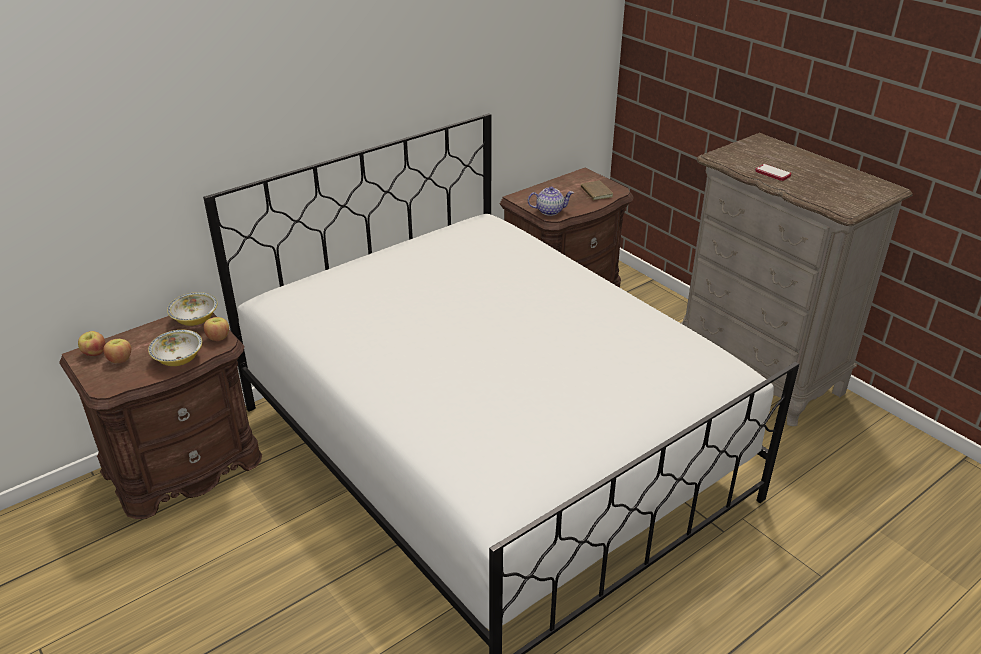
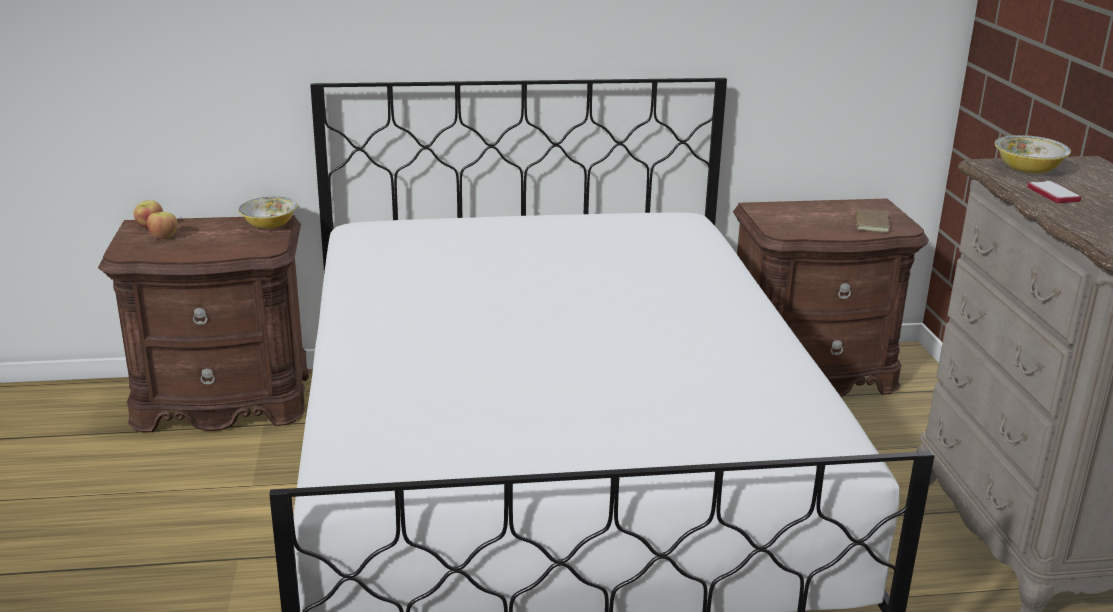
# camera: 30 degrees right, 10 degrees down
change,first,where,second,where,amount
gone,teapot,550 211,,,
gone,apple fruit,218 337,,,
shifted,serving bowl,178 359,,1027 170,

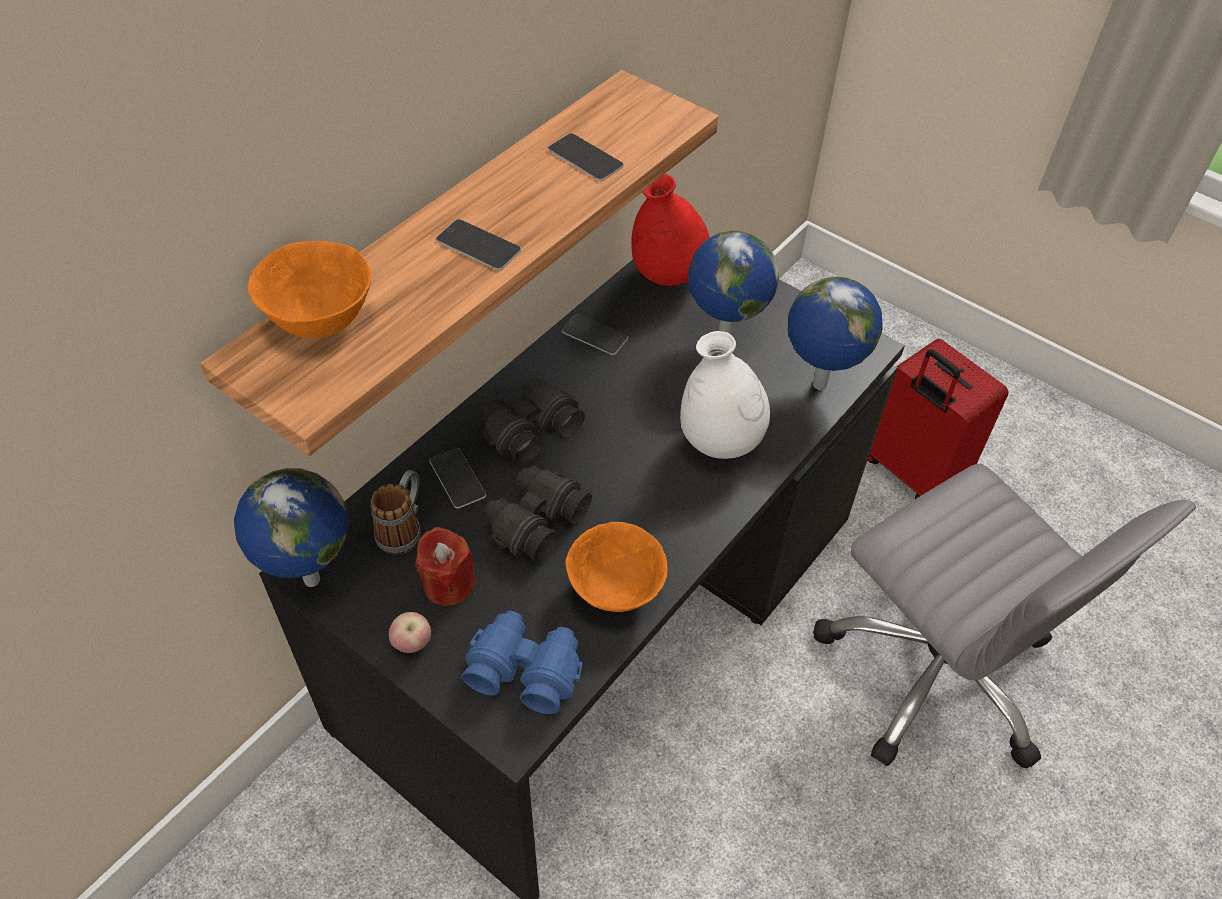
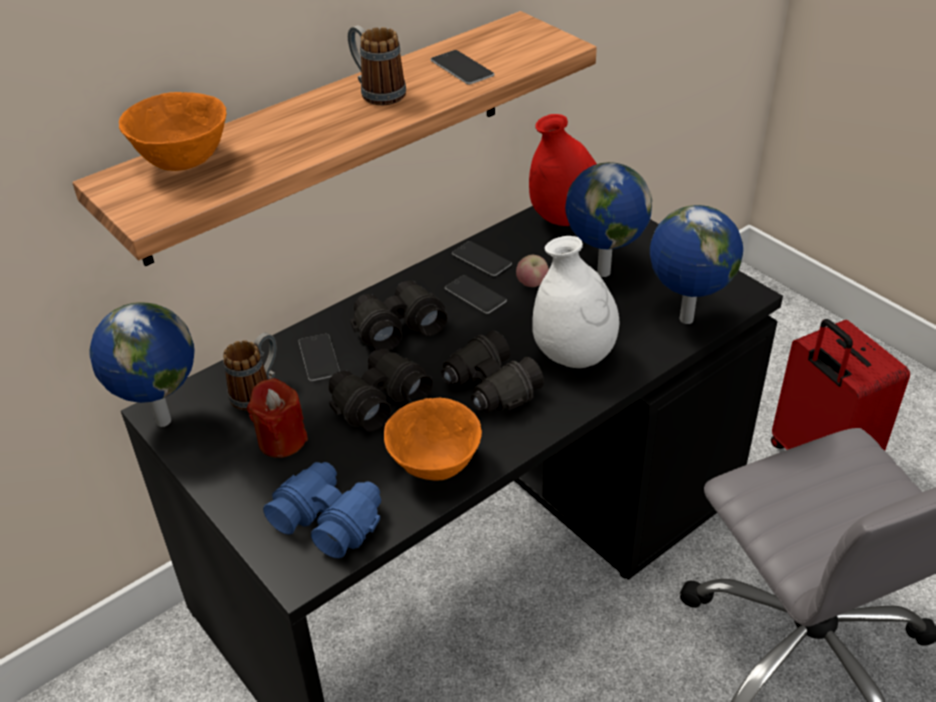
# camera: 15 degrees right, 10 degrees down
change,first,where,second,where,amount
shifted,telephone,478 245,,475 294,
shifted,apple fruit,412 643,,532 284,
new,,,coffee mug,376 92,
new,,,black binoculars,489 388,

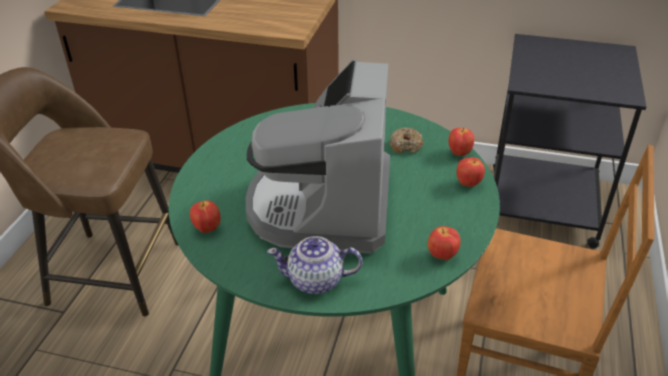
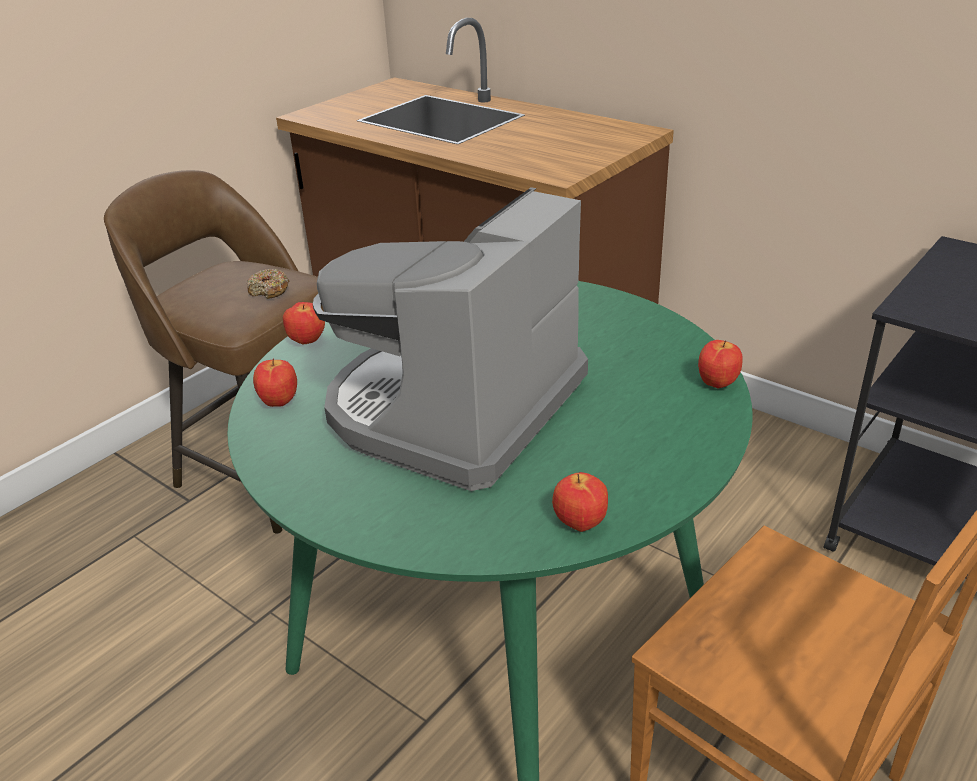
# camera: 25 degrees right, 5 degrees down
change,first,where,second,where,amount
shifted,ring doughnut,406 145,,269 290,
shifted,apple fruit,468 183,,307 341,
gone,teapot,316 281,,,

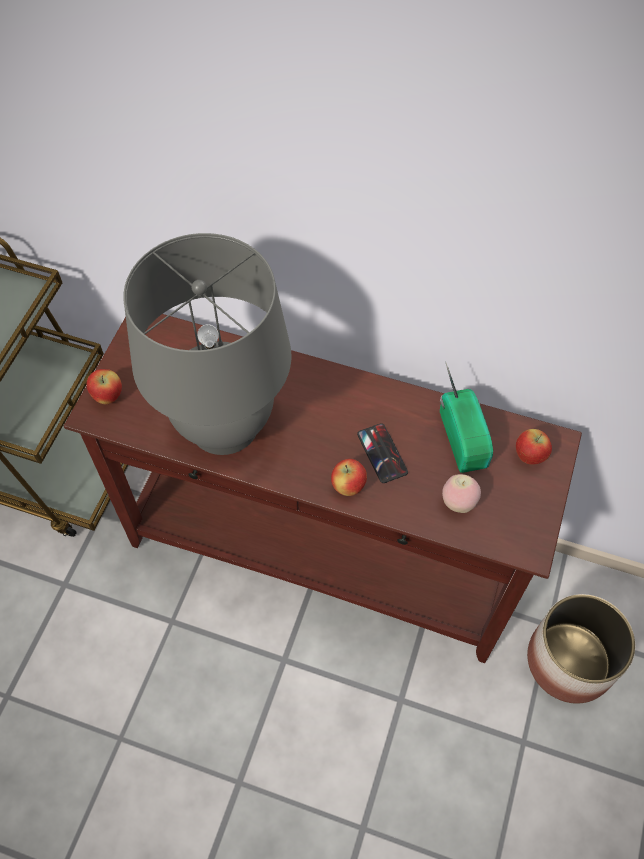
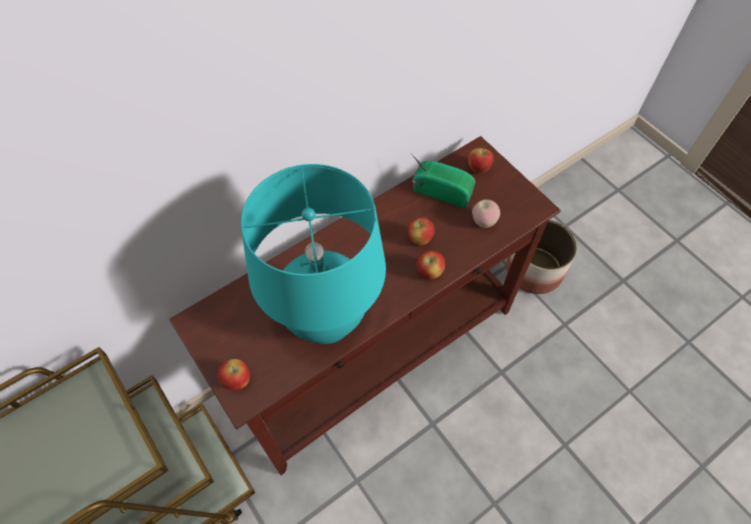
# camera: 55 degrees left, 0 degrees up
change,first,where,second,where,amount
repainted,gray lamp for a table,224 424,turquoise-coloured lamp for a table,325 317,
swapped,telephone,382 453,apple fruit,420 239,

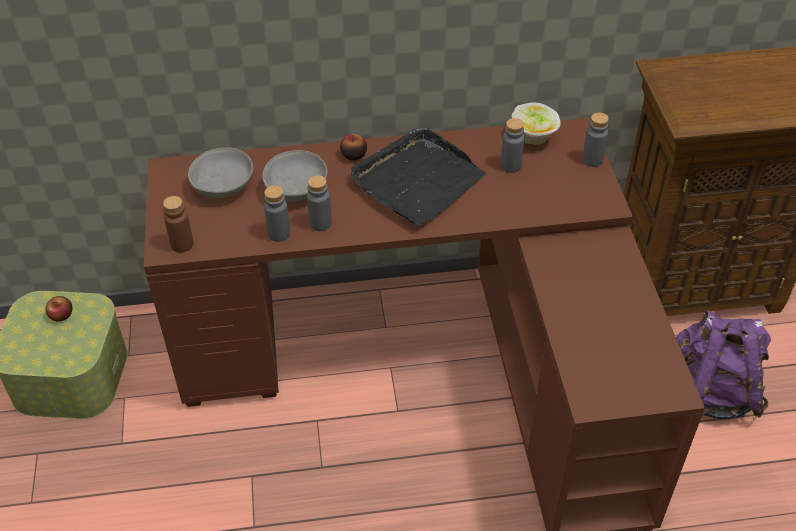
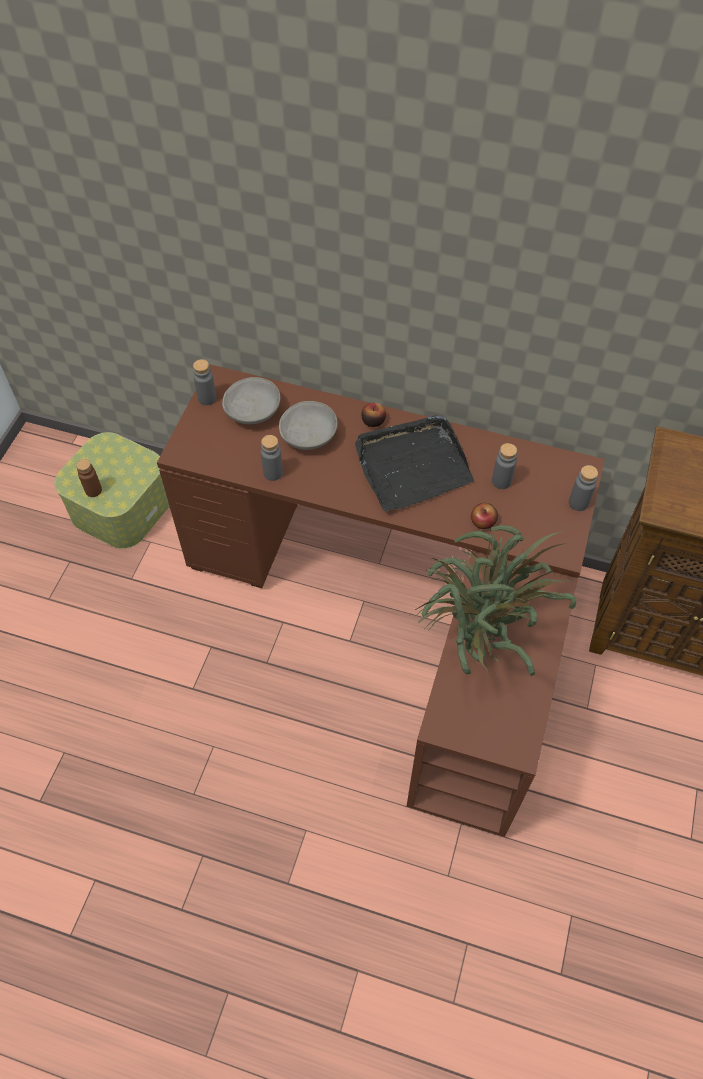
# camera: 25 degrees right, 10 degrees up
change,first,where,second,where,amount
gone,serving bowl,533 139,,,
shifted,gray beverage bottle,320 223,,207 398,
shifted,brown-coloured beverage bottle,182 244,,93 490,
shifted,apple fruit,61 315,,483 522,
gone,purplish rucksack,710 392,,,
new,,,plant in a pot,477 643,

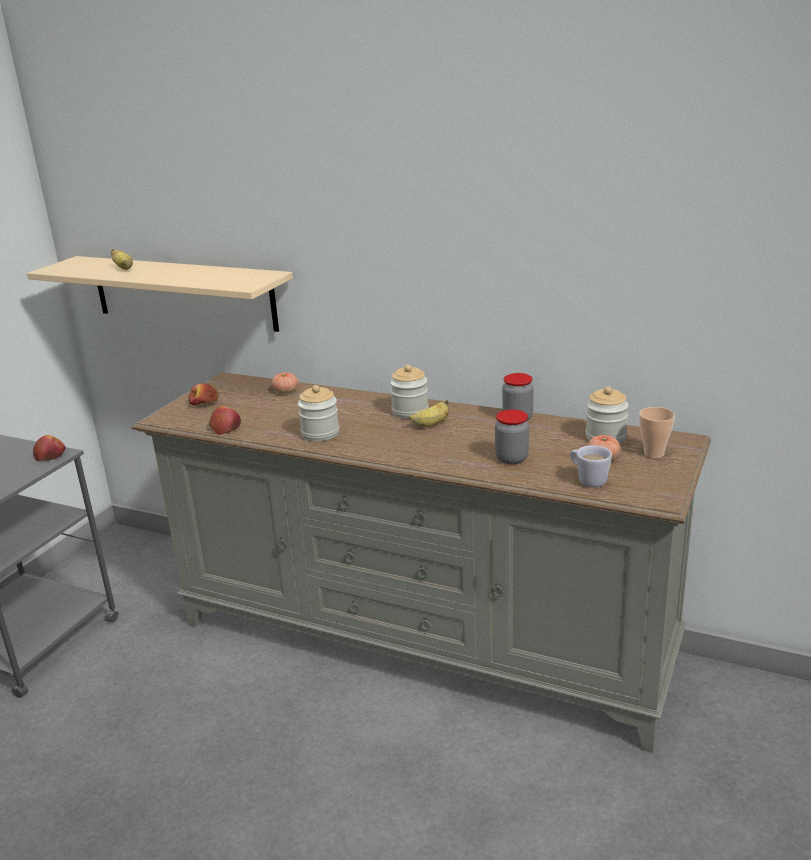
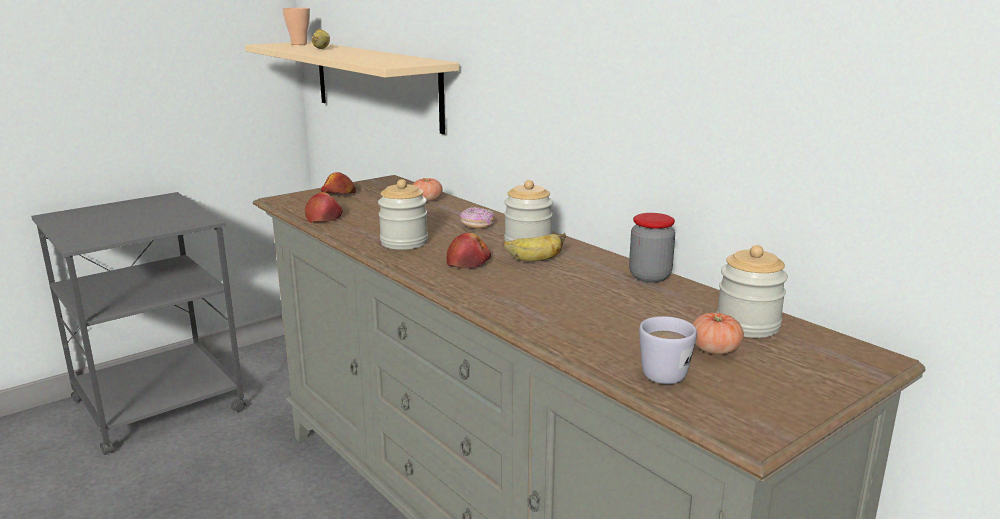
# camera: 25 degrees right, 5 degrees down
change,first,where,second,where,amount
shifted,cup,654 453,,299 44,
gone,preserve jar,511 458,,,
shifted,apple fruit,50 455,,469 263,
new,,,ring doughnut,477 226,

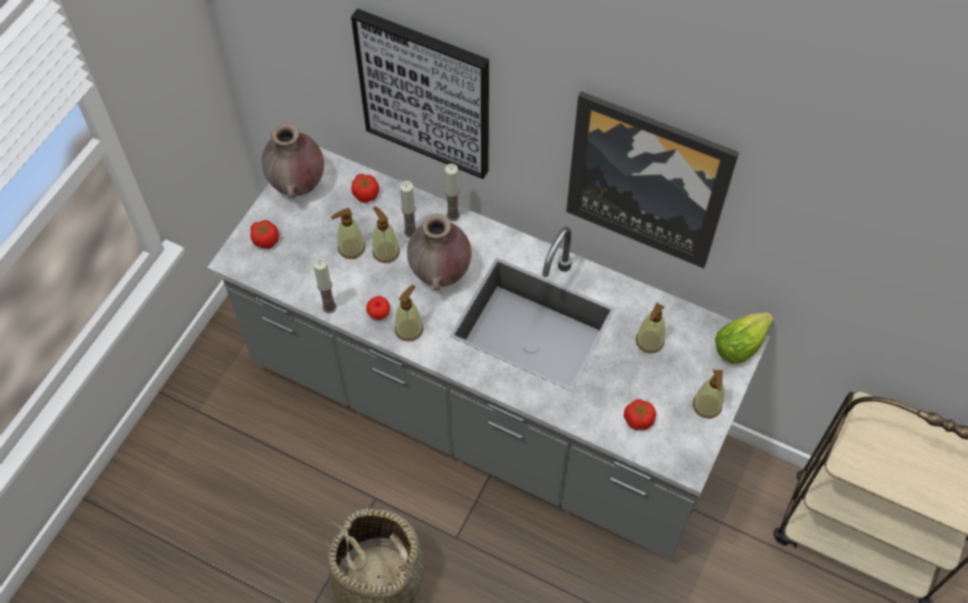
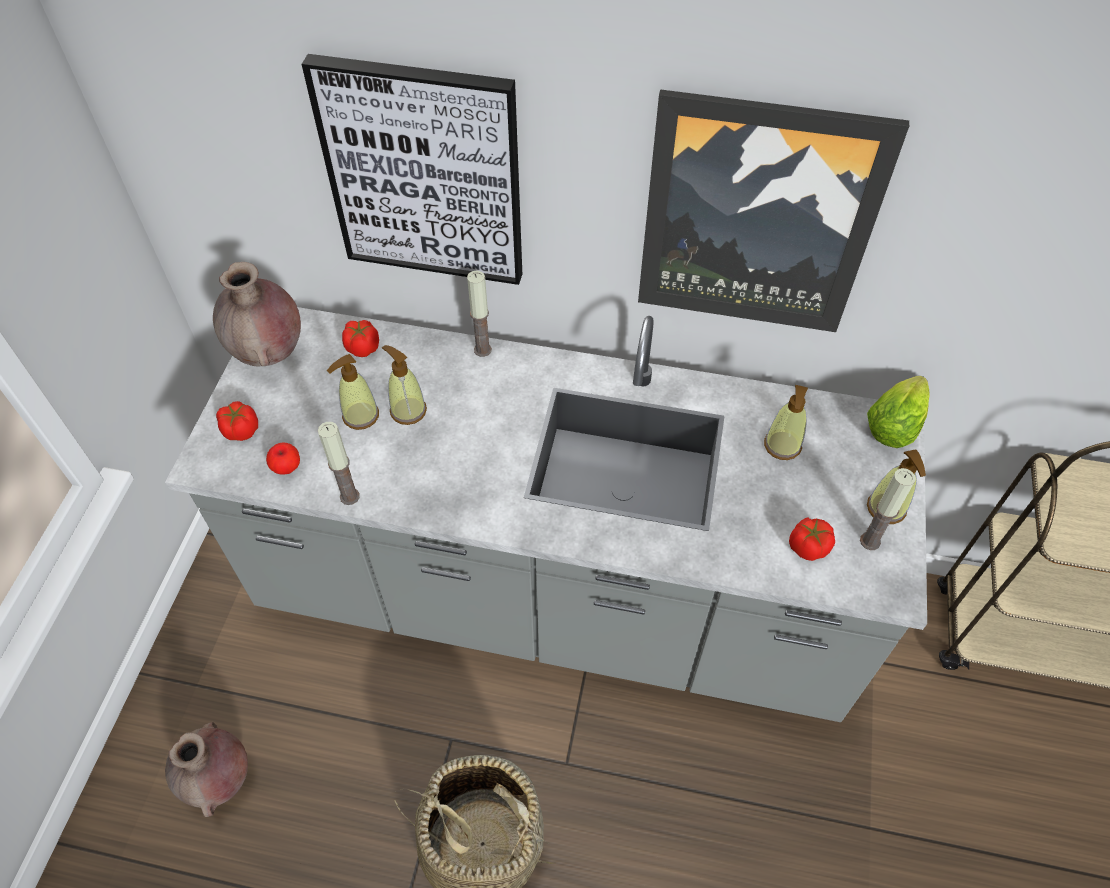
# camera: 15 degrees left, 5 degrees down
change,first,where,second,where,amount
shifted,wax light,410 232,,870 541,
shifted,brown-coloured decorative vase,440 273,,220 780,
gone,liquid soap bottle,409 329,,,
shifted,apple fruit,379 313,,287 467,

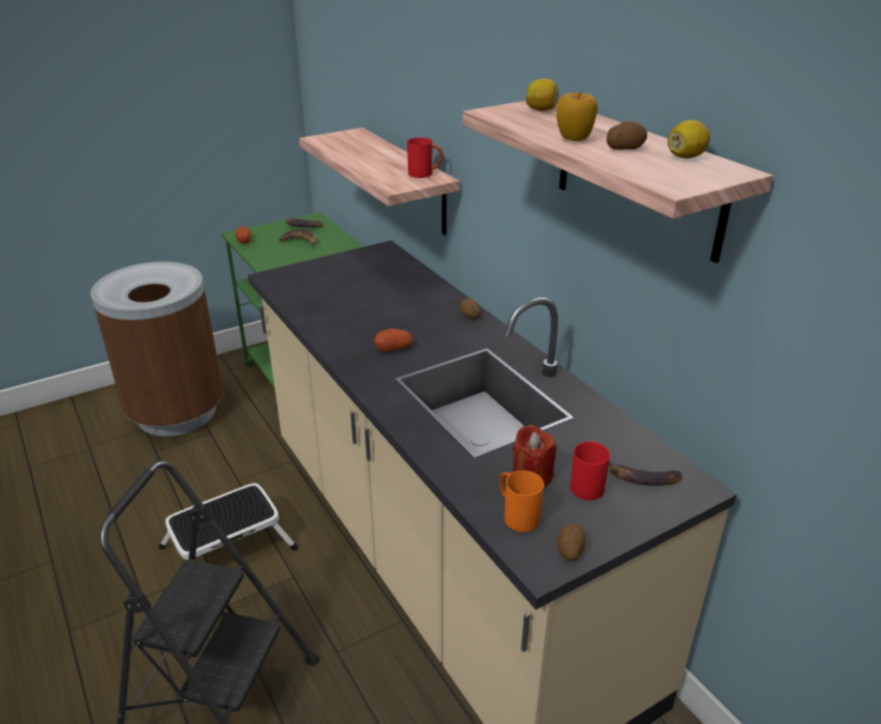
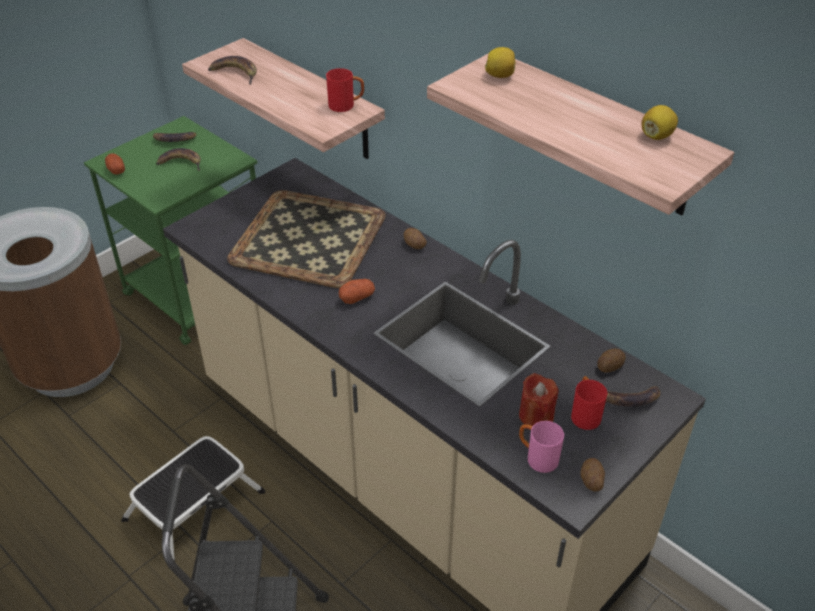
# camera: 15 degrees left, 10 degrees up
change,first,where,second,where,amount
gone,apple fruit,574 139,,,
shifted,spud,624 148,,609 366,
repainted,orange-coloured coffee mug,516 515,pinkish coffee mug,537 457,
new,,,banana,235 73,
new,,,carrying tray,309 239,

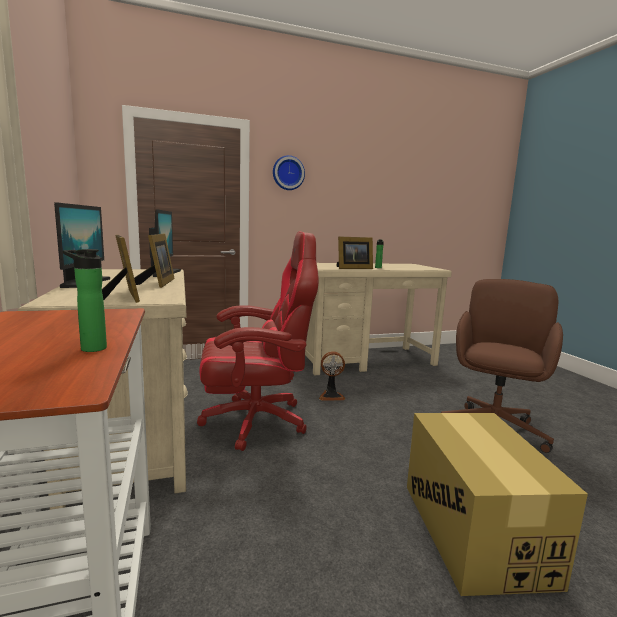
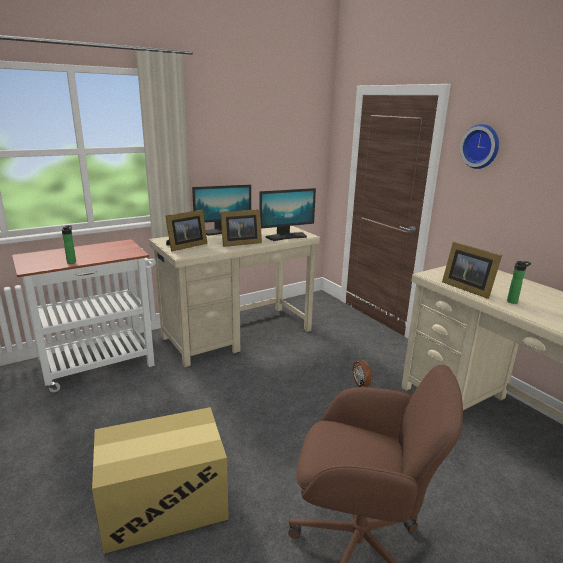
# camera: 75 degrees right, 10 degrees up
change,first,where,second,where,amount
gone,red-coloured computer chair,255 421,,,

